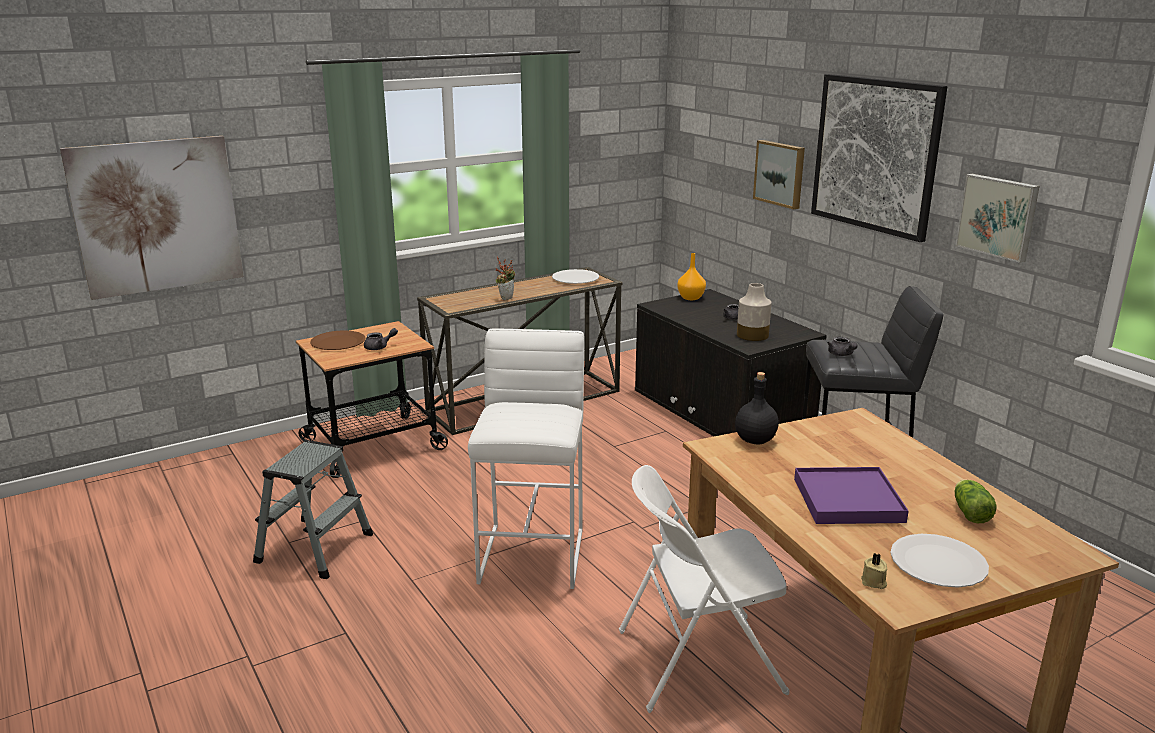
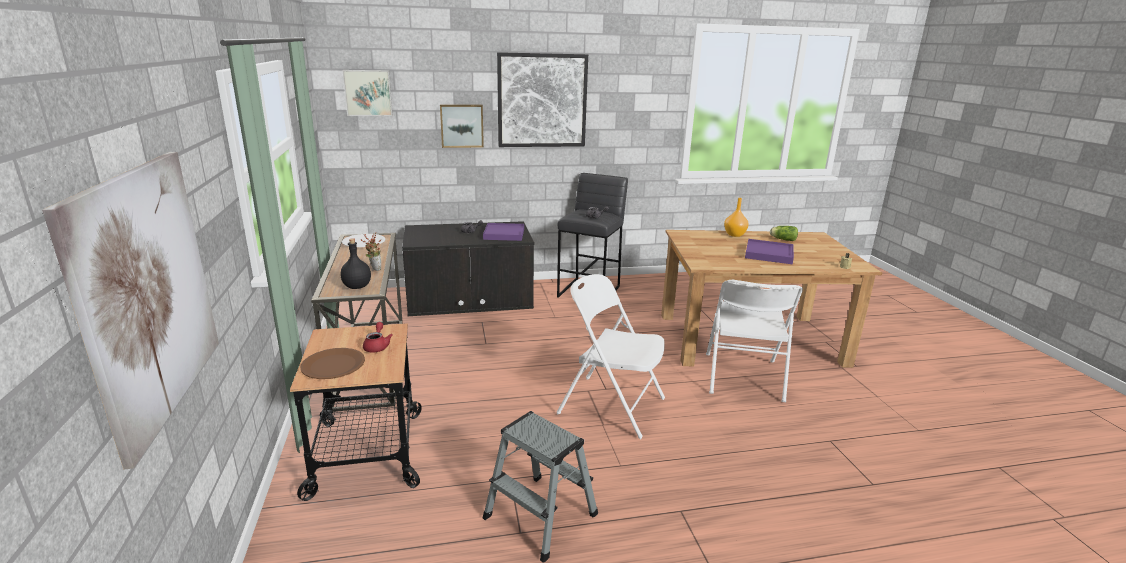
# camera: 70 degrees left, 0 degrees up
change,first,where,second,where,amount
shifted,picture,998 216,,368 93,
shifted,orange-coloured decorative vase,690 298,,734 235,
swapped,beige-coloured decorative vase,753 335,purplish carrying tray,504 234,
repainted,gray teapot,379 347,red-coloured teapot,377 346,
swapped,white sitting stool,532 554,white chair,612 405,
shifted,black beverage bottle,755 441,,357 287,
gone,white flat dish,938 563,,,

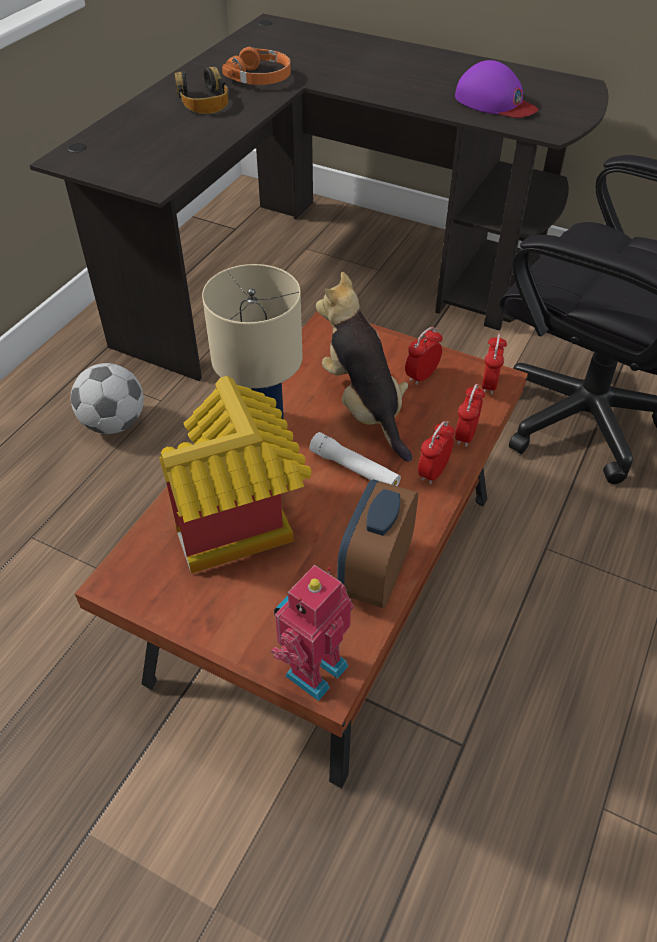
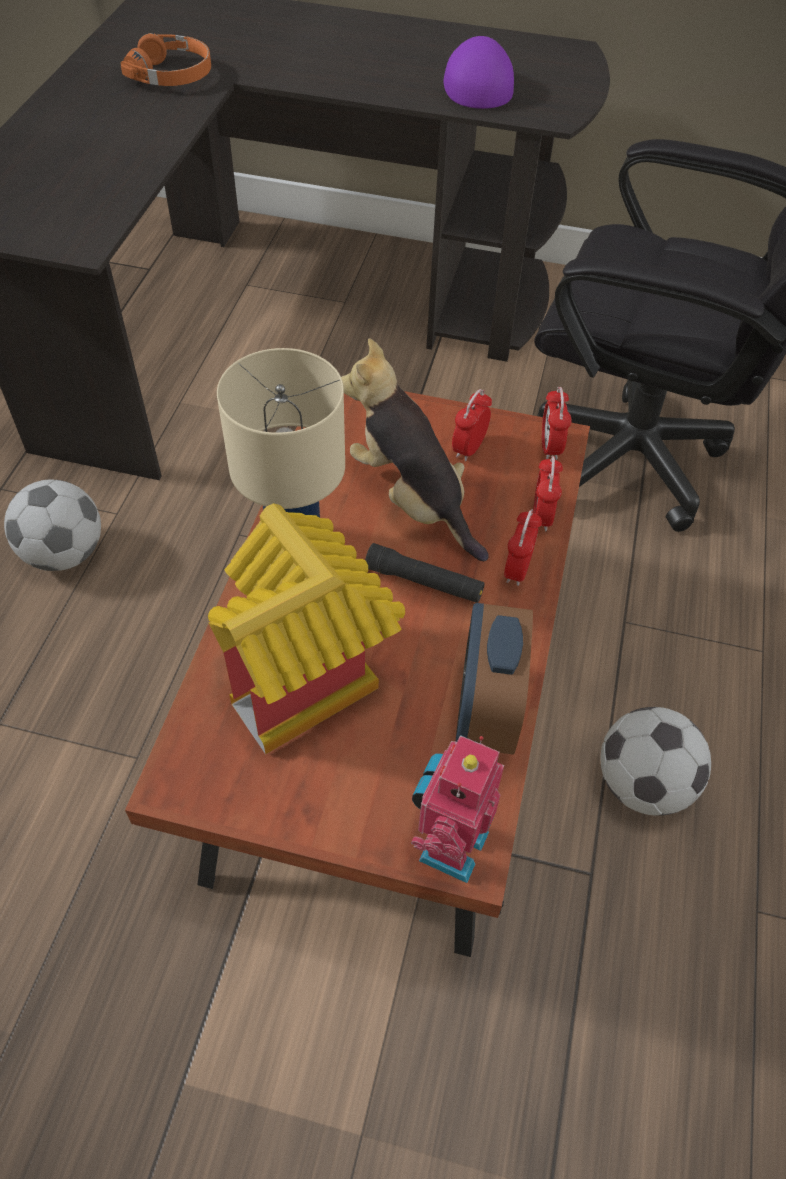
# camera: 15 degrees left, 5 degrees up
change,first,where,second,where,amount
rotated,purplish cap,494 102,,477 83,120 degrees counterclockwise
gone,headset,203 101,,,
repainted,white flashlight,354 469,black flashlight,424 582,
new,,,football ball,642 783,

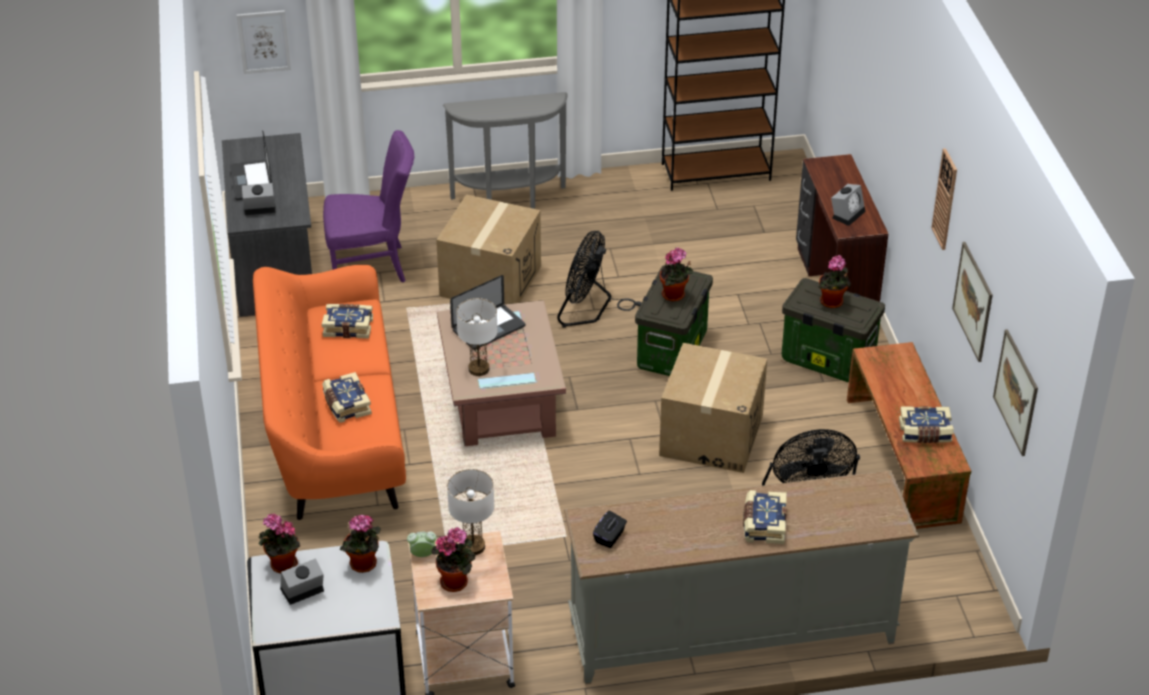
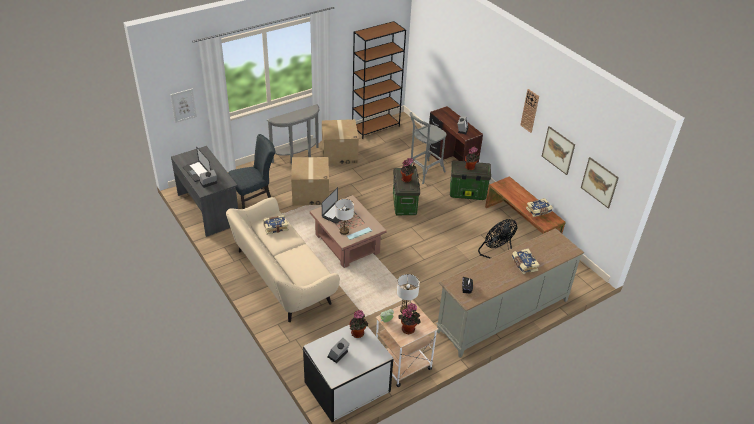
# camera: 25 degrees left, 0 degrees up
change,first,where,second,where,amount
repainted,purplish chair,373 266,gray chair,255 199,
gone,black electric fan,594 305,,,
repainted,orange-coloured sofa,334 431,beige-coloured sofa,281 277,
shifted,cardboard box,711 435,,339 154,
gone,volume,346 405,,,
gone,plant in a pot,281 565,,,
new,,,gray sitting stool,424 172,

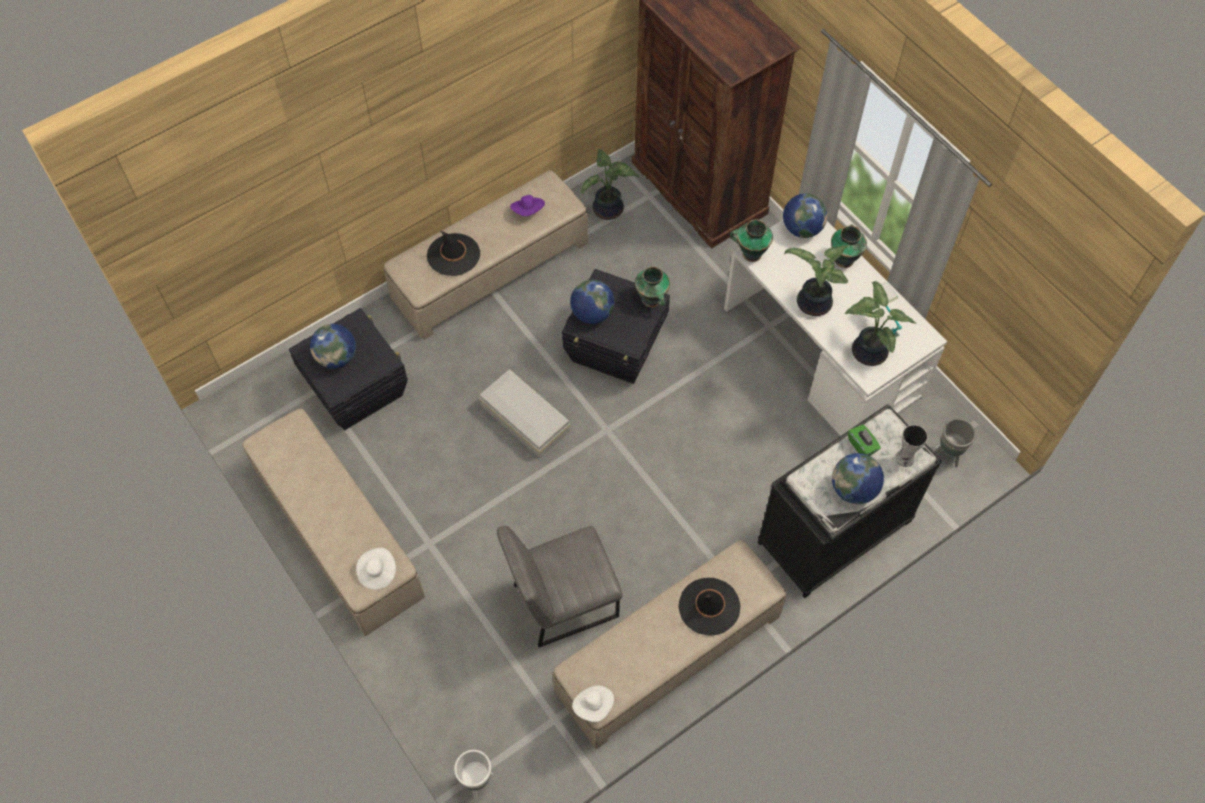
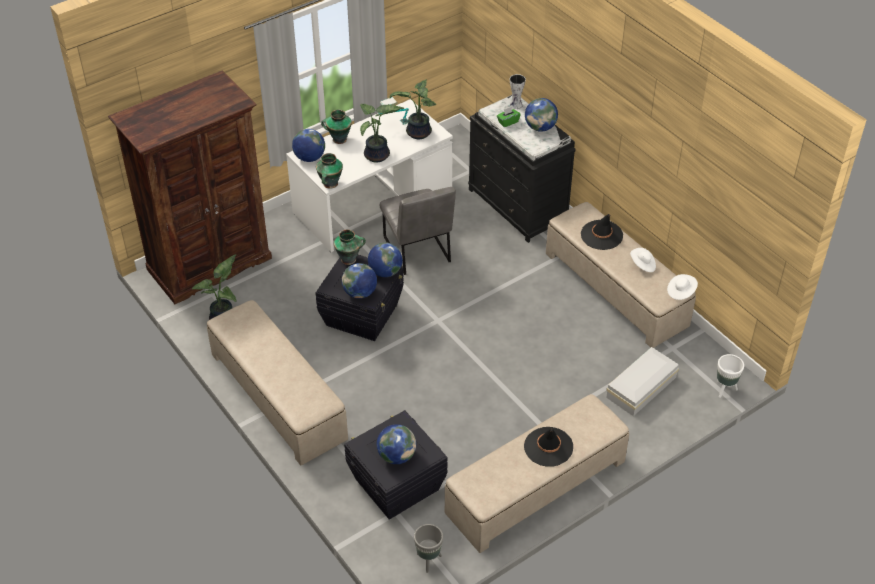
# camera: 90 degrees left, 15 degrees down
change,first,where,second,where,amount
gone,purplish clothing hat,528 211,,,
shifted,black clothing hat,453 255,,548 447,
shifted,white storage container,525 420,,643 387,
shifted,gray planter,948 454,,428 560,
shifted,gray chair,562 601,,417 250,
shifted,white clothing hat,377 572,,642 265,
new,,,world globe,385 272,

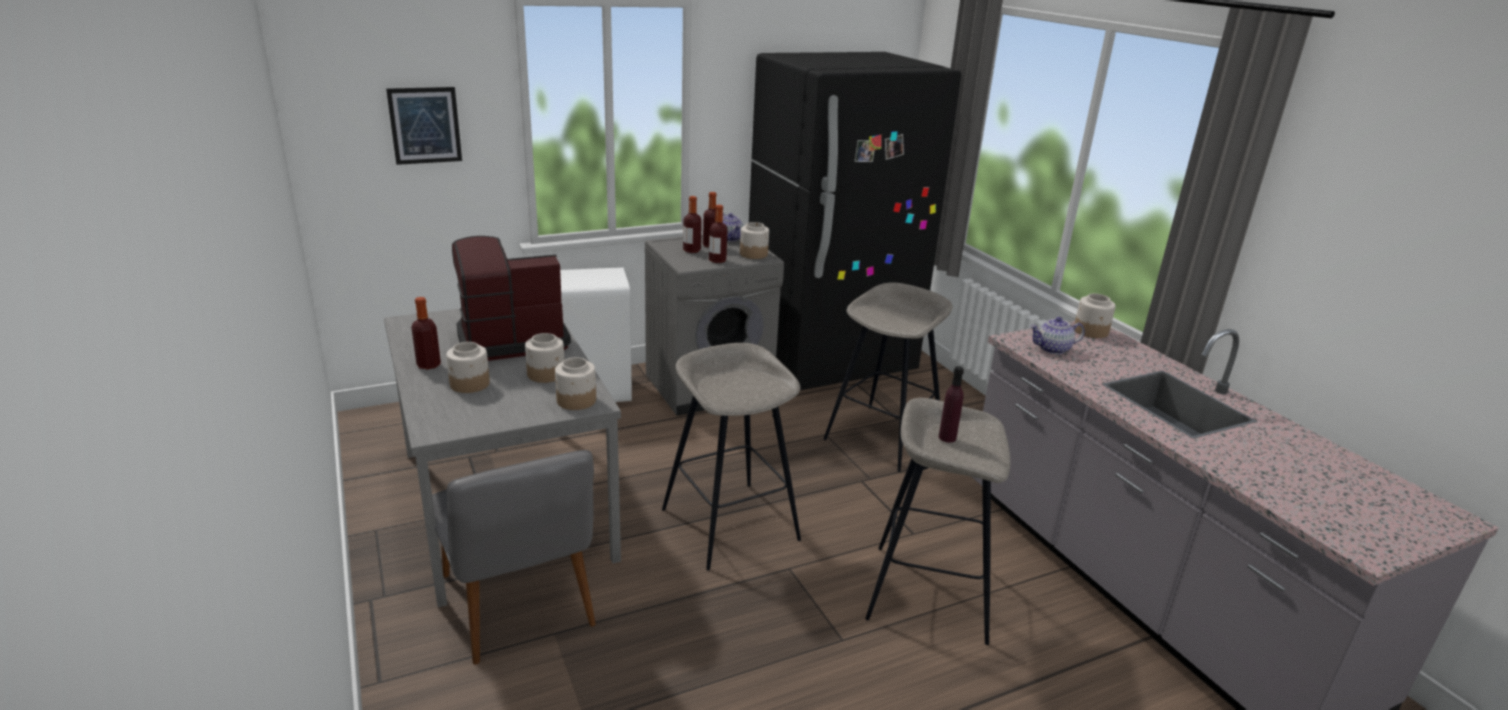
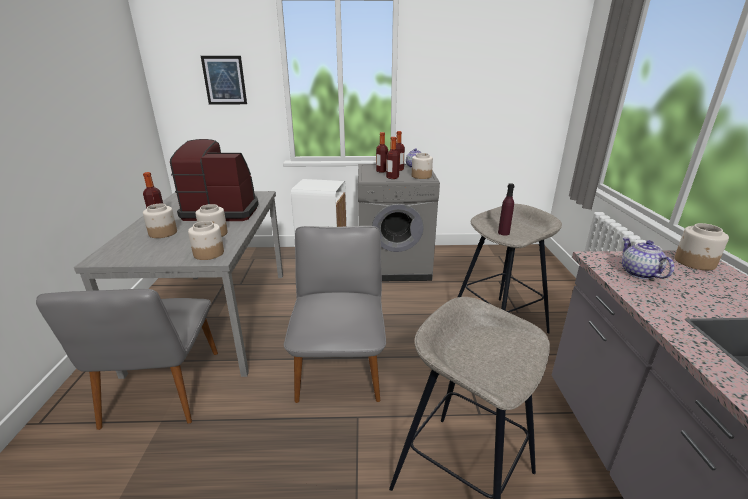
# camera: 25 degrees right, 0 degrees up
change,first,where,second,where,amount
gone,black refrigerator,829 361,,,
rotated,teapot,1052 349,,638 273,60 degrees clockwise
swapped,gray sitting stool,730 524,gray chair,340 367,
shifted,purplish beverage bottle,947 437,,503 233,

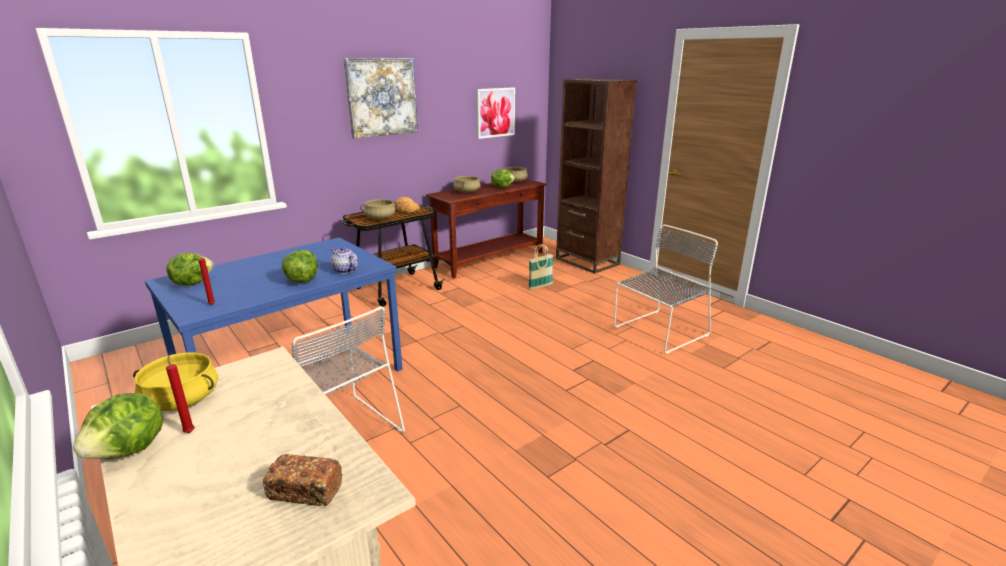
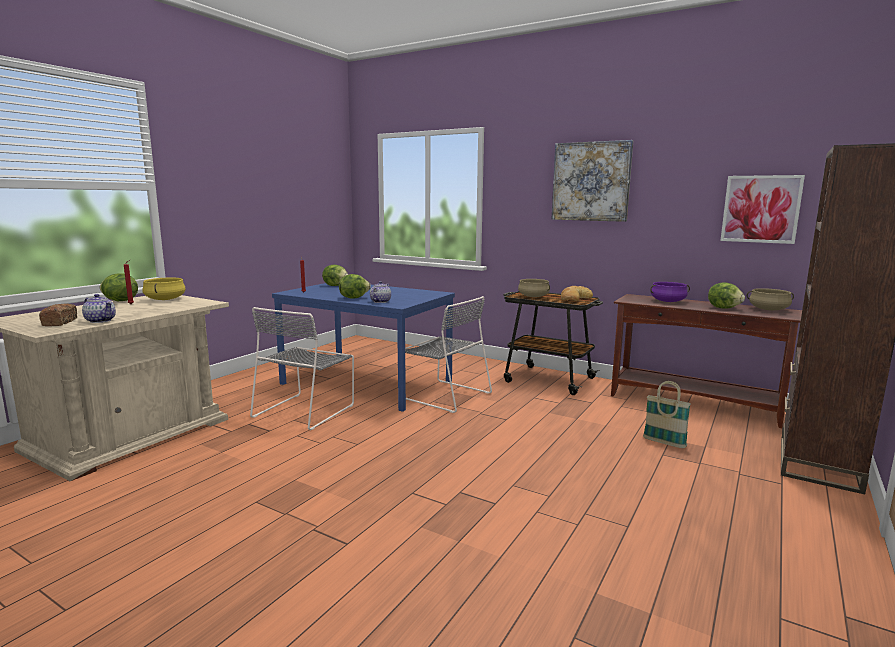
# camera: 70 degrees right, 10 degrees down
change,first,where,second,where,amount
repainted,beige-coloured cooking pot,467 192,purplish cooking pot,668 301,
shifted,gray chair,658 332,,443 395,
new,,,teapot,100 320,

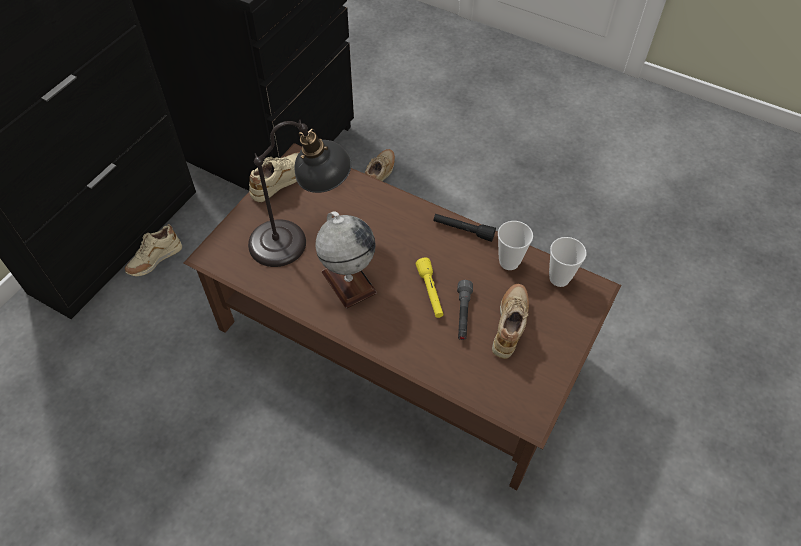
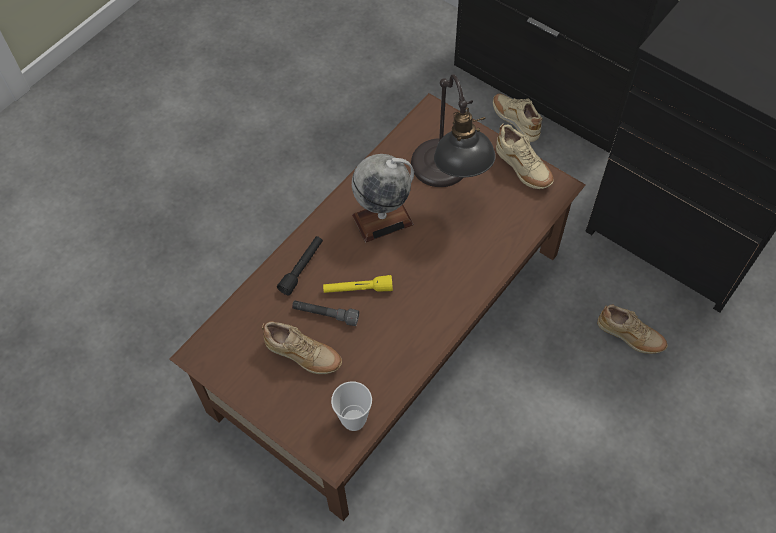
# camera: 100 degrees right, 5 degrees up
change,first,where,second,where,amount
shifted,black flashlight,463 230,,302 268,
gone,cup,509 262,,,

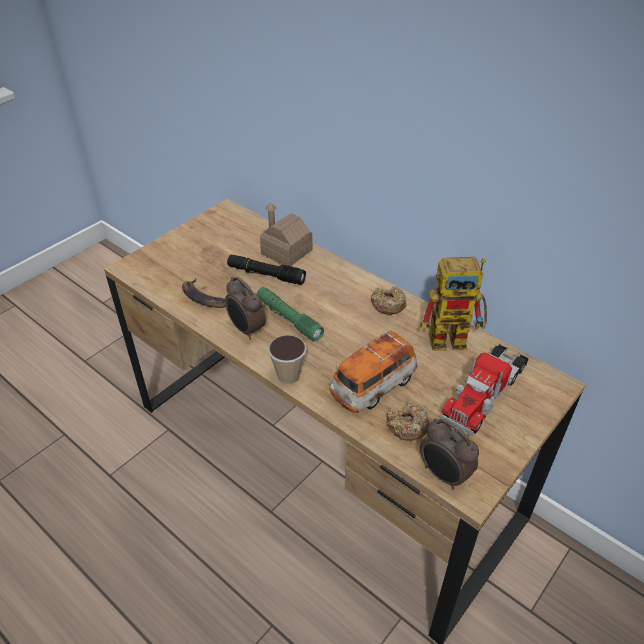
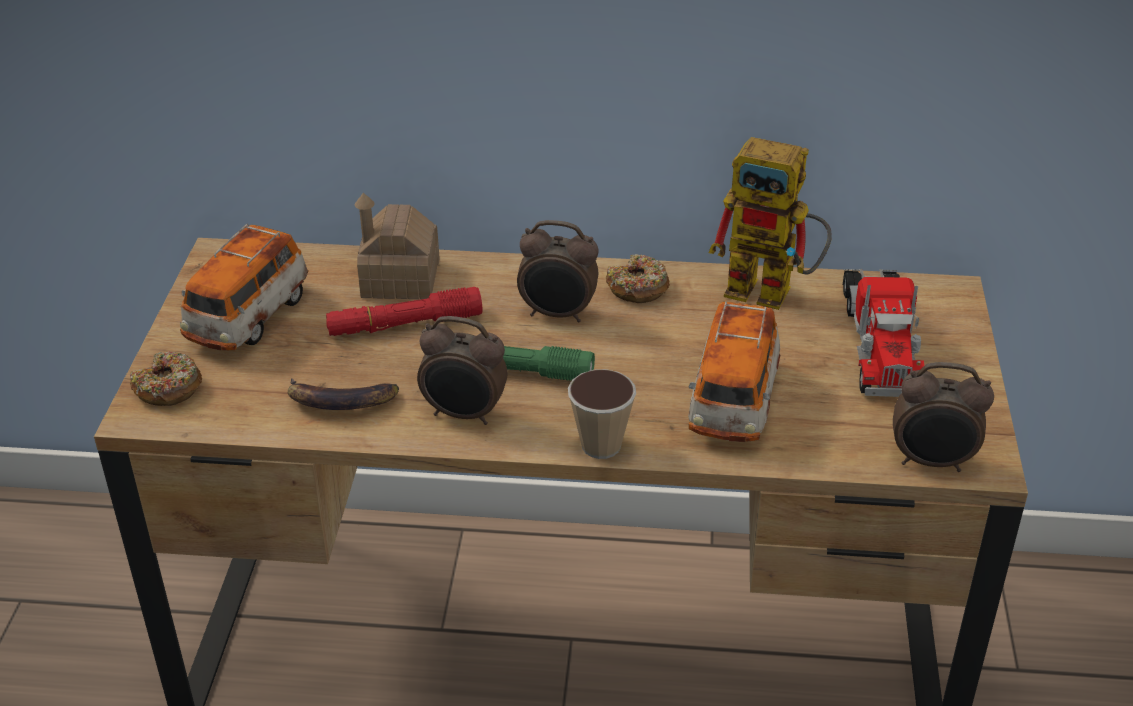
# camera: 35 degrees left, 5 degrees down
change,first,where,second,where,amount
repainted,black flashlight,266 275,red-coloured flashlight,405 324,
rotated,robot figure,455 338,,773 291,60 degrees clockwise
shifted,ring doughnut,407 426,,168 388,
new,,,bedside clock,558 314,
new,,,miniature car,249 318,

